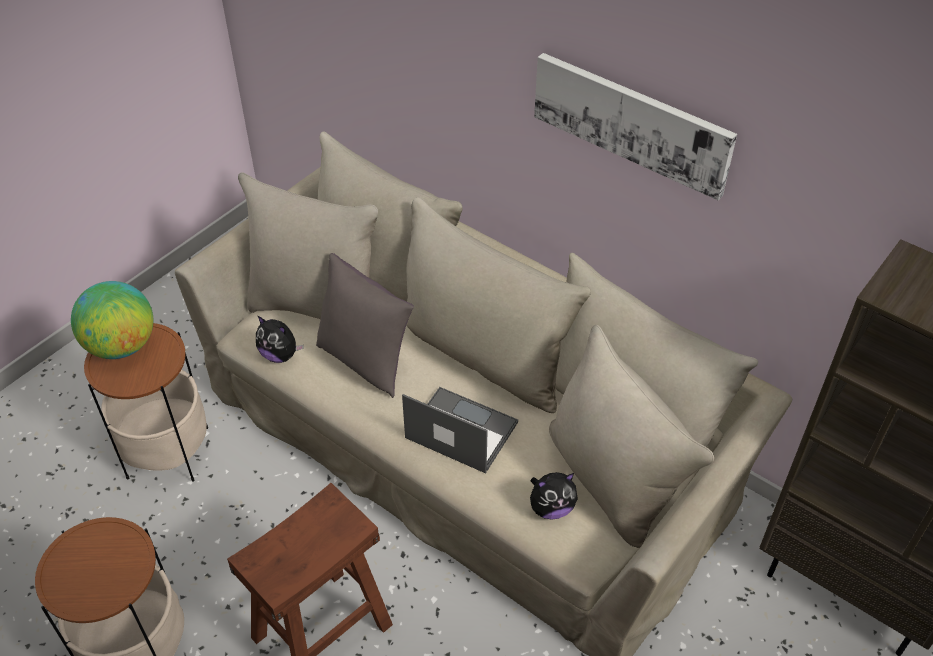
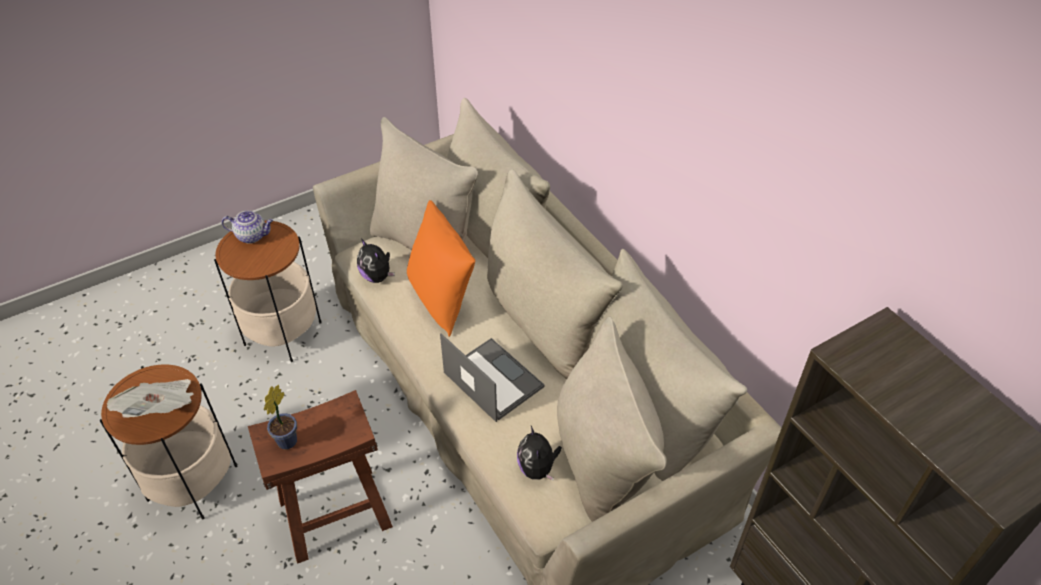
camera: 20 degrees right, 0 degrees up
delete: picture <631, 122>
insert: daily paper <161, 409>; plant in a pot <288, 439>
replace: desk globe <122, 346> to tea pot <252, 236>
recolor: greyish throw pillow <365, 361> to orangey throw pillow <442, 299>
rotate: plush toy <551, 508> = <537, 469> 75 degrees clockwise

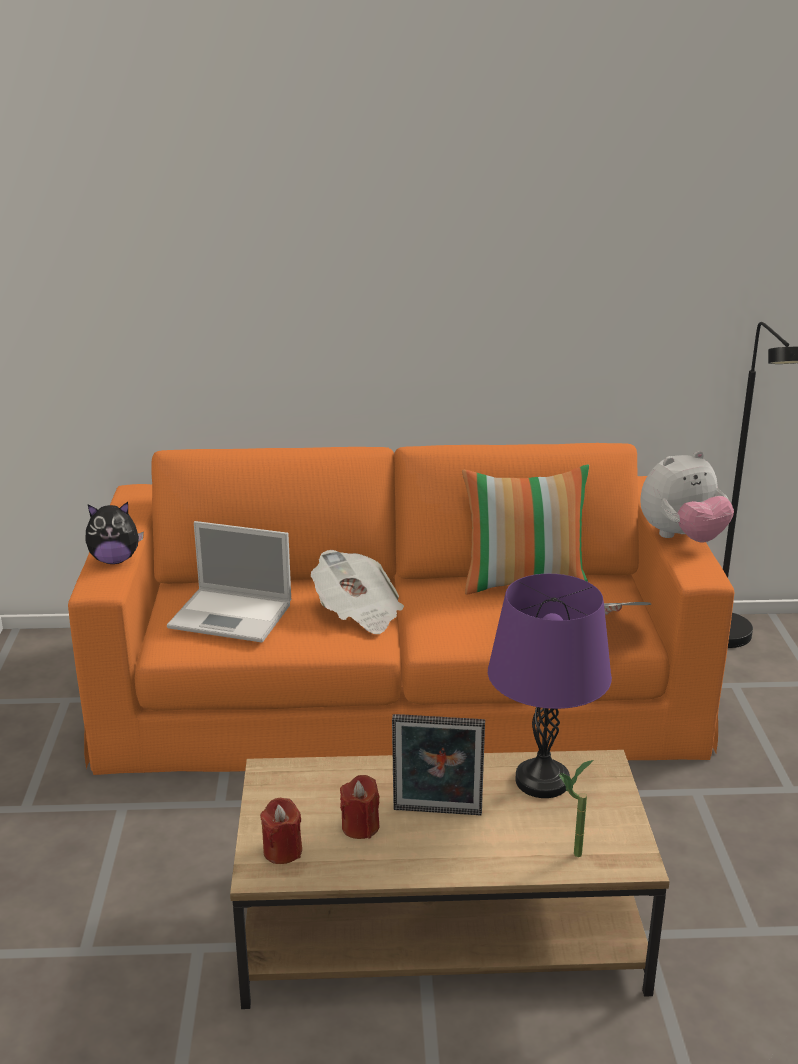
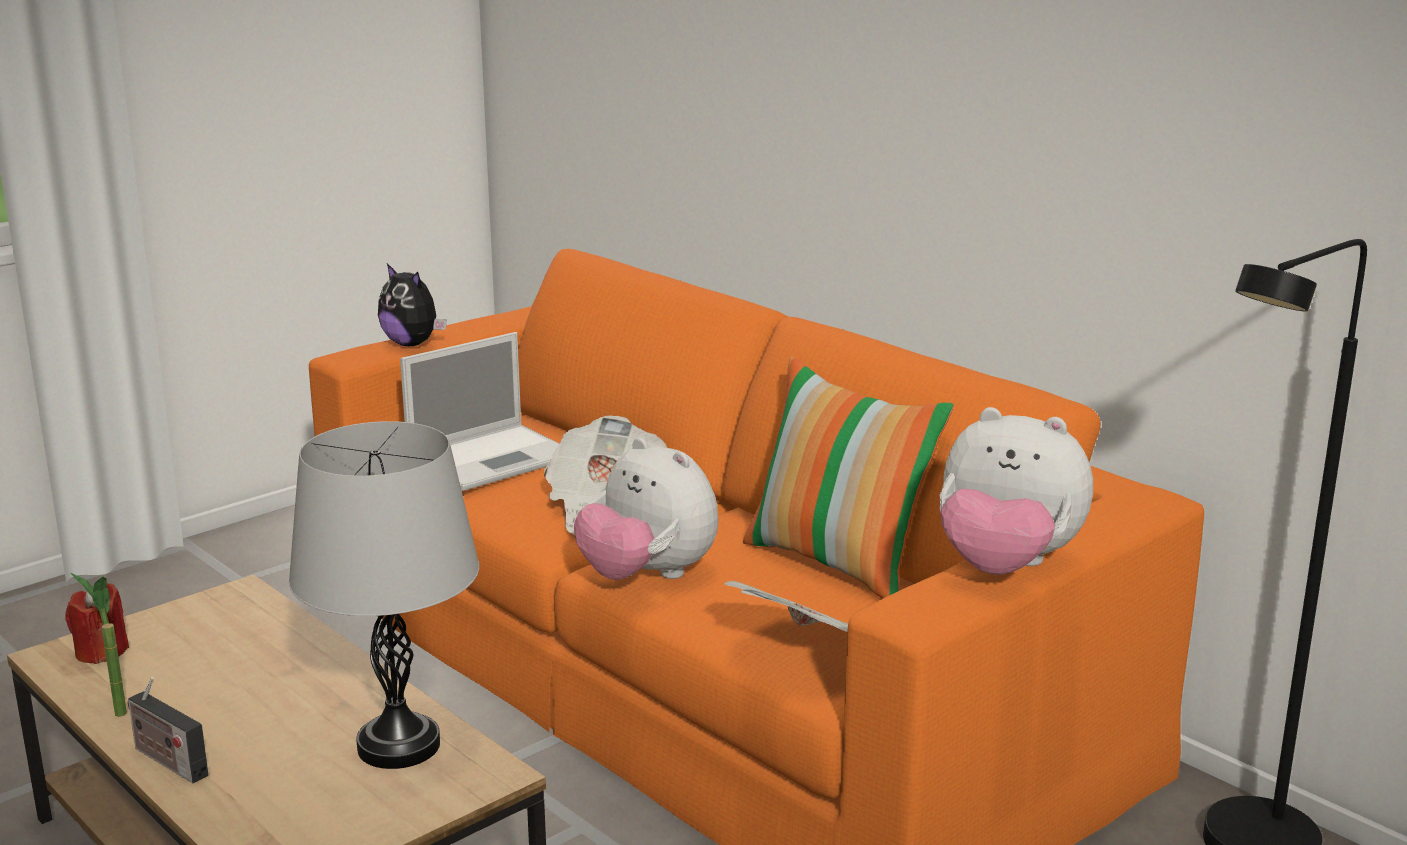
camera: 50 degrees right, 5 degrees down
delete: red-coloured candle <360, 827>; standing frame <437, 814>
insert: radio receiver <166, 761>; plush toy <647, 576>
move: plant in a pot <569, 855> to <114, 710>
recolor: purple-coloured lamp for a table <542, 781> to greyish lamp for a table <398, 746>
rotate: notebook computer <233, 616> = <494, 457> 105 degrees counterclockwise

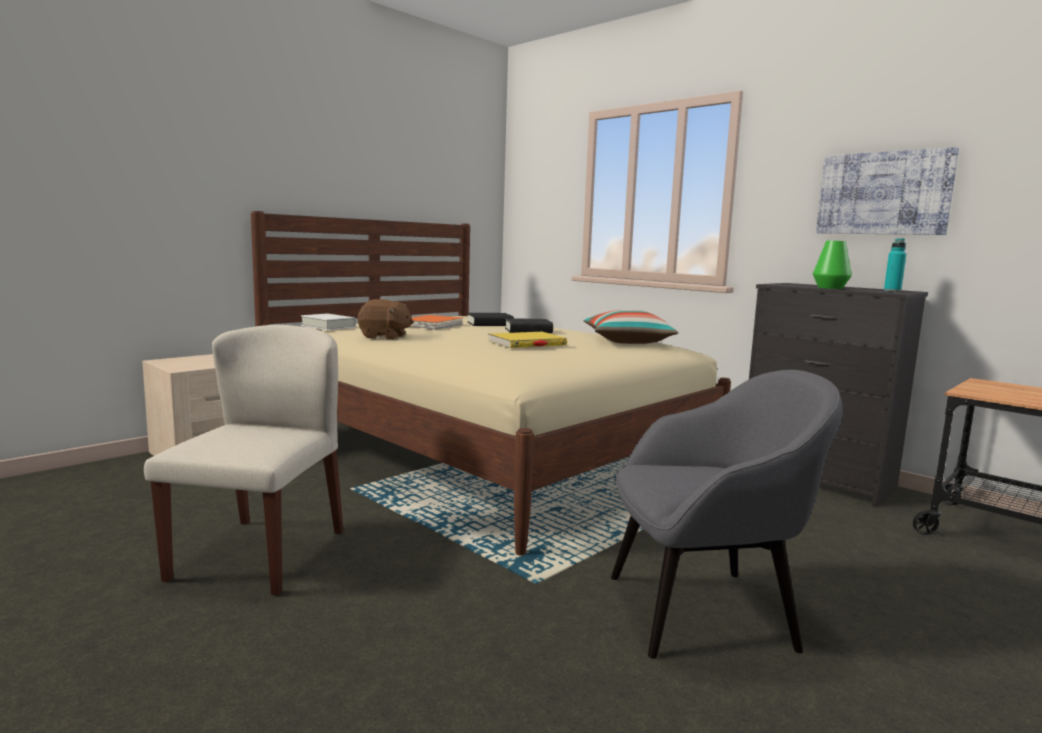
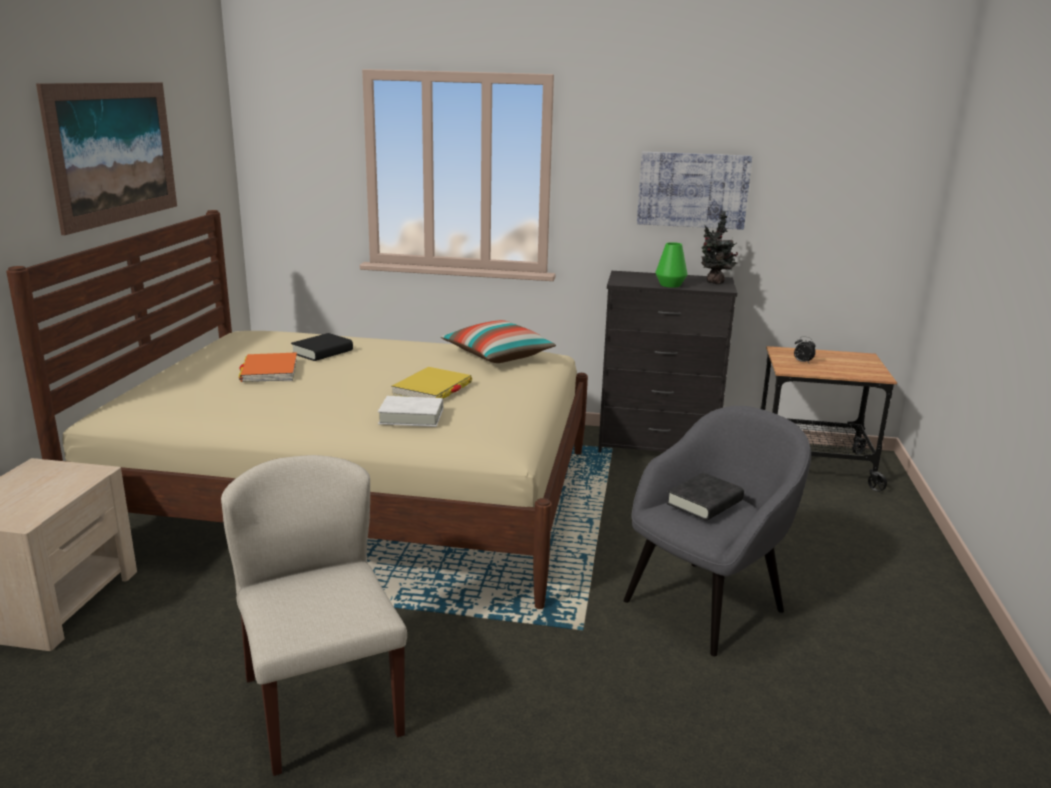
camera: 35 degrees left, 10 degrees up
delete: brownish plush toy <384, 337>
insert: picture <114, 152>; alarm clock <802, 362>
move: white bound book <328, 326> to <411, 417>; black bound book <528, 331> to <704, 503>
replace: blue-green bottle <892, 291> to plant in a pot <714, 283>

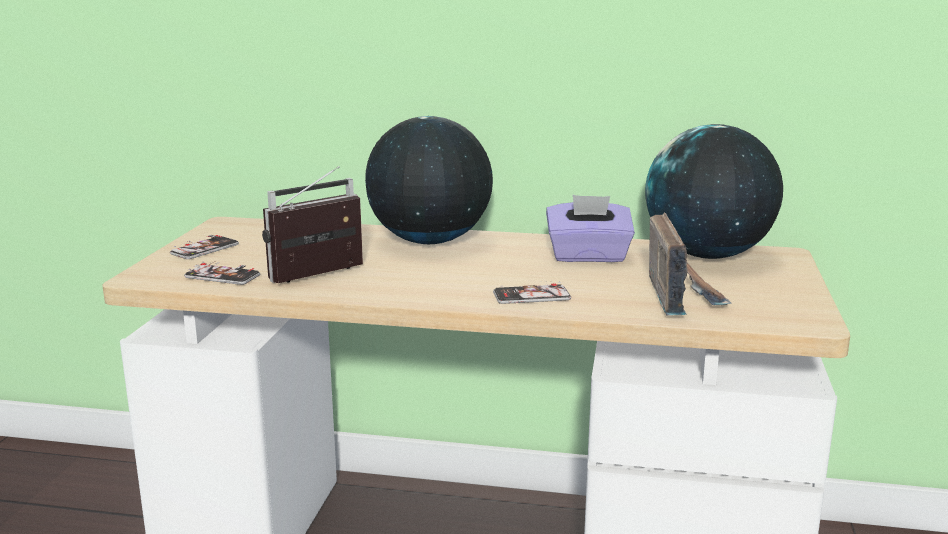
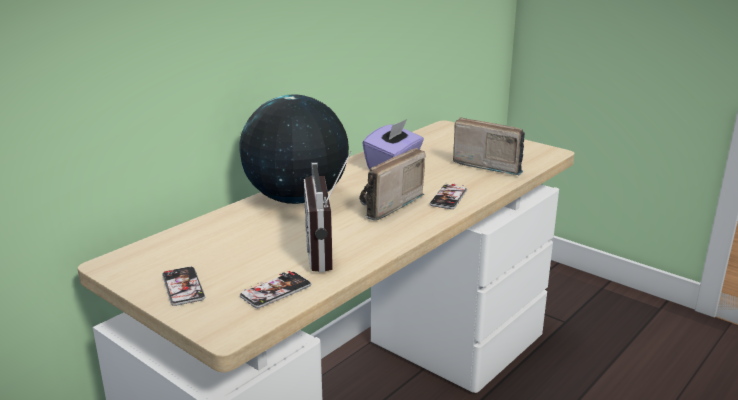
camera: 60 degrees left, 5 degrees up
delete: desk globe <708, 255>
insert: radio receiver <384, 205>

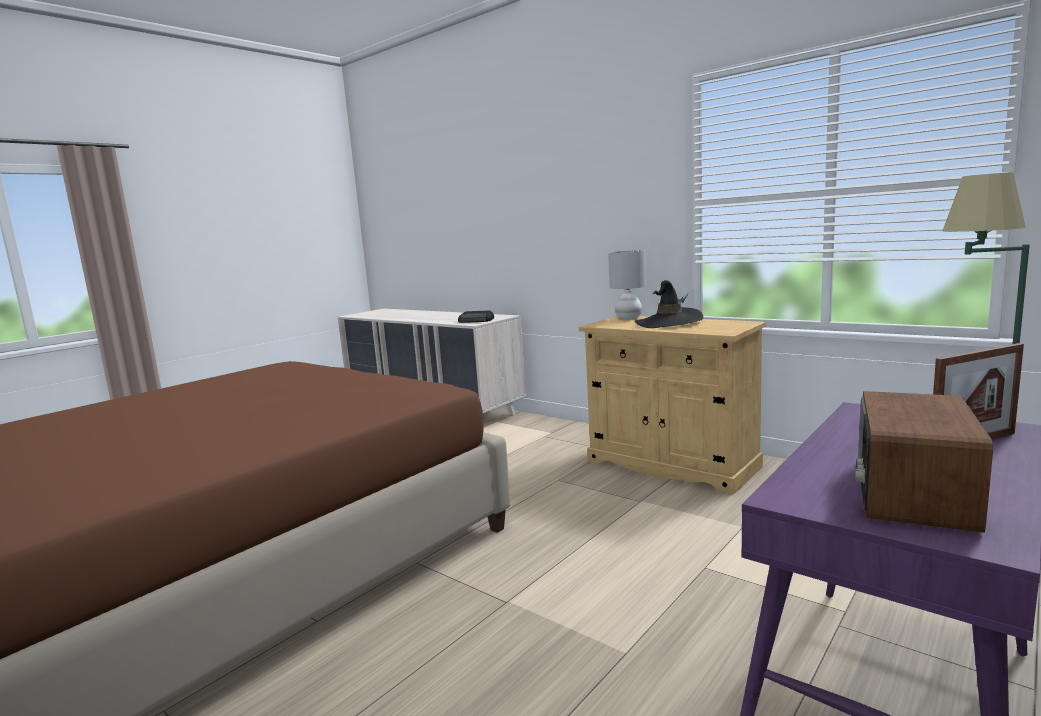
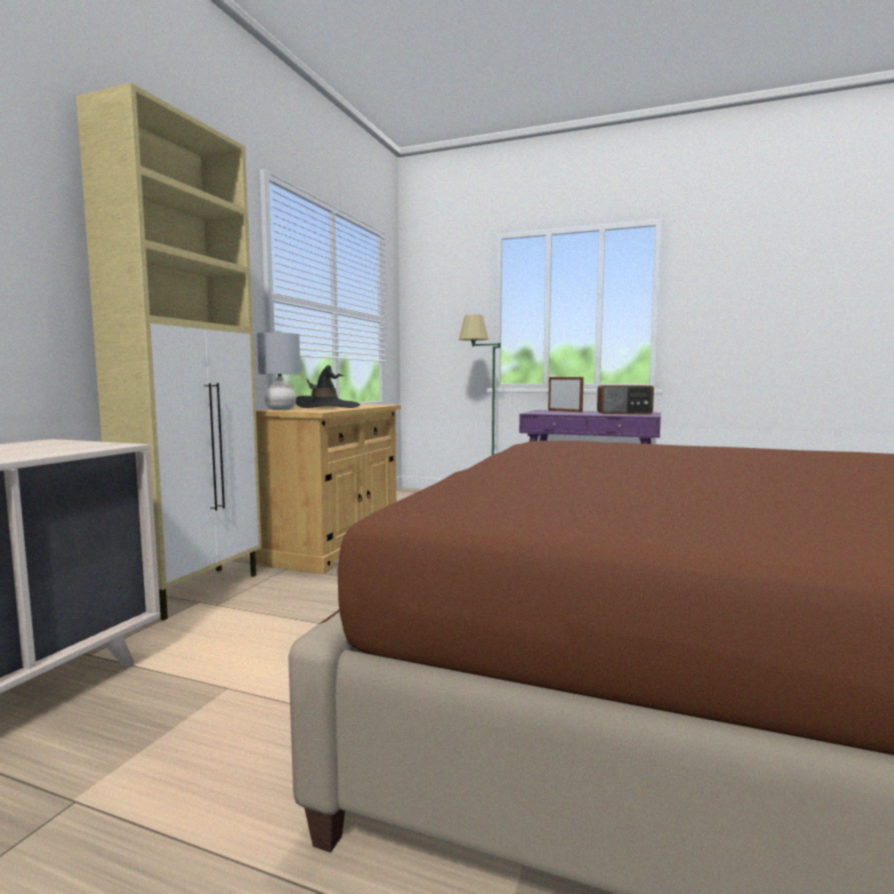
camera: 110 degrees left, 5 degrees down
delete: radio receiver <476, 321>
insert: beige-coloured cabinet <196, 591>

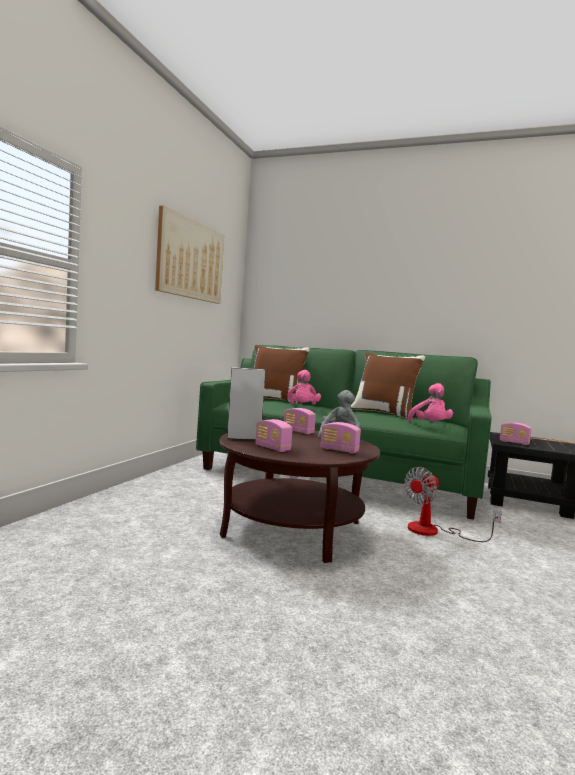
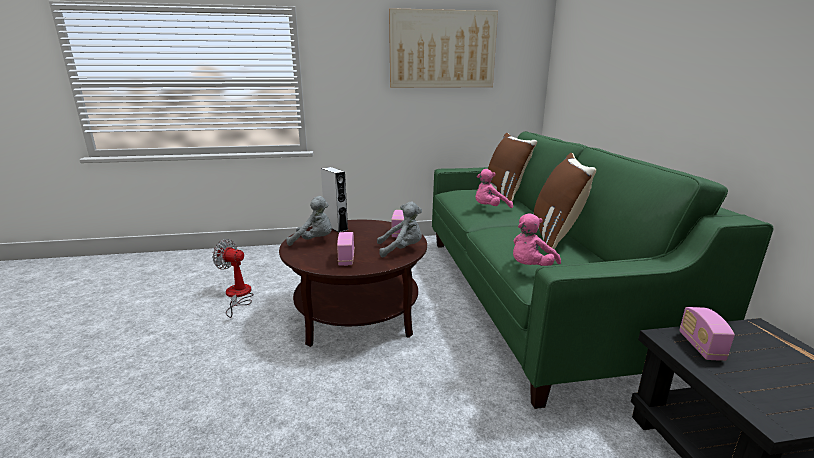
camera: 60 degrees right, 15 degrees up
move: fan <434, 531> to <238, 296>
replace: radio receiver <272, 448> to greyish plush toy <314, 241>

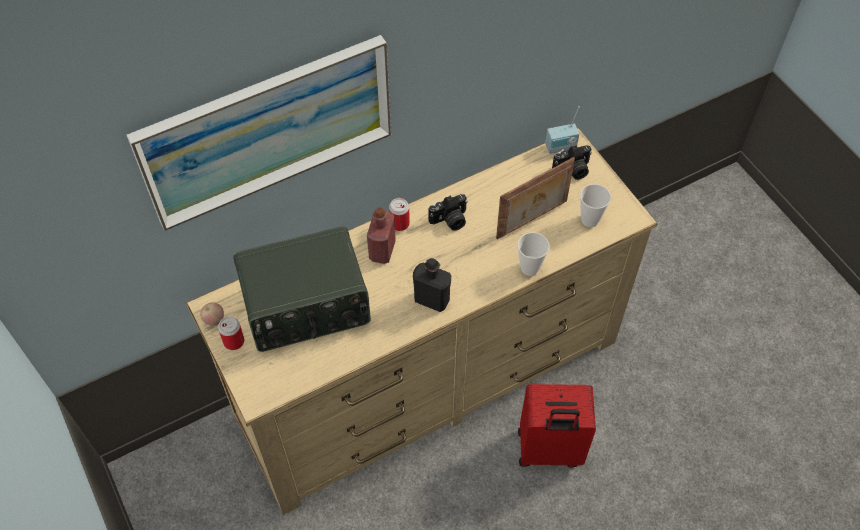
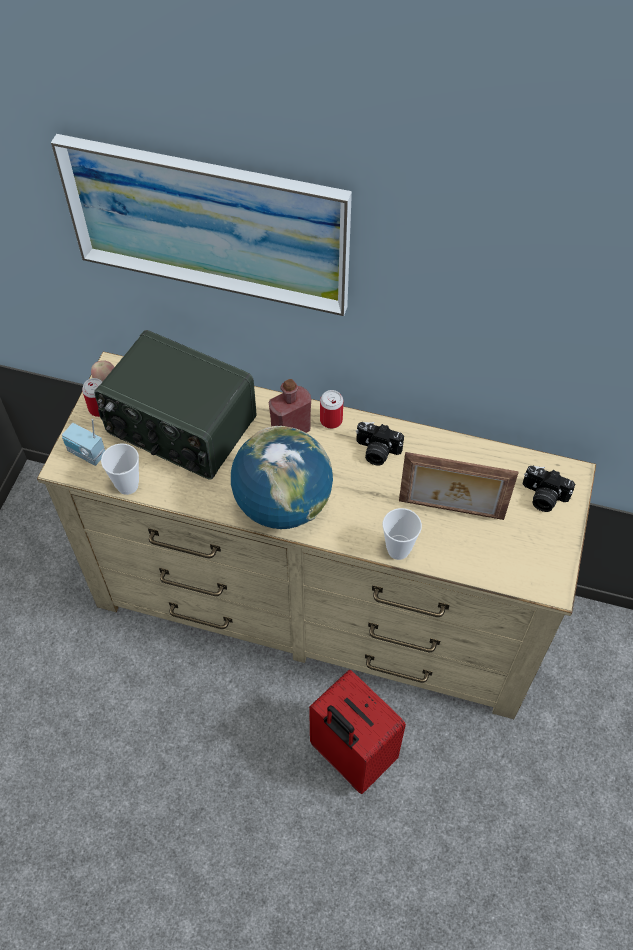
camera: 45 degrees right, 0 degrees up
move: radio receiver <561, 147> to <86, 454>; small cup <590, 220> to <127, 485>
replace: black bottle <432, 300> to desk globe <283, 505>

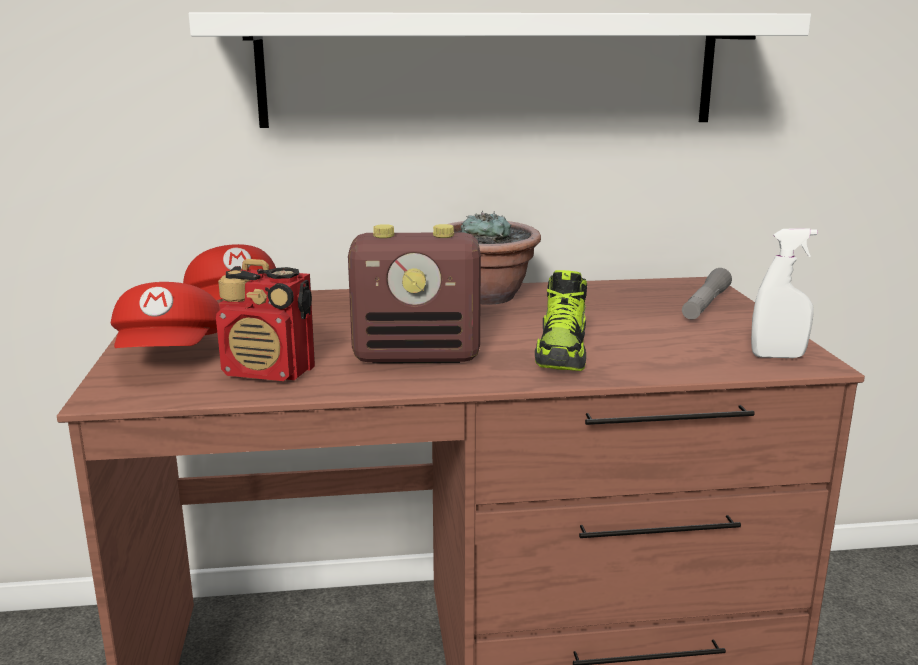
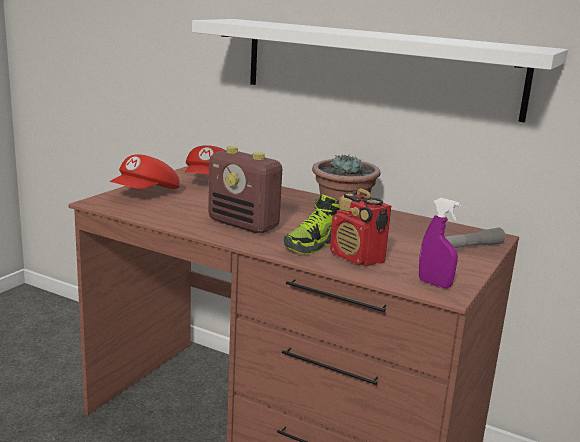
camera: 35 degrees right, 0 degrees up
move: radio receiver <270, 372> to <357, 258>
recolor: white spray bottle <777, 356> to purple-coloured spray bottle <434, 284>

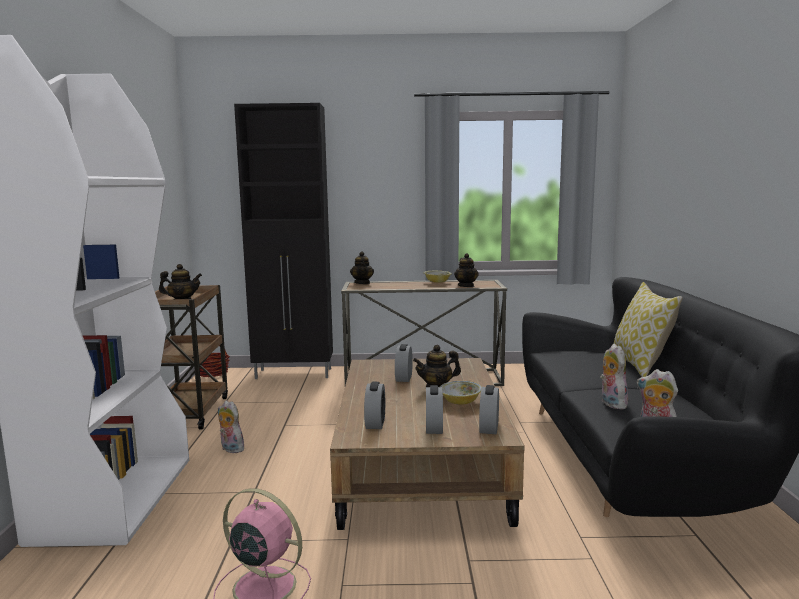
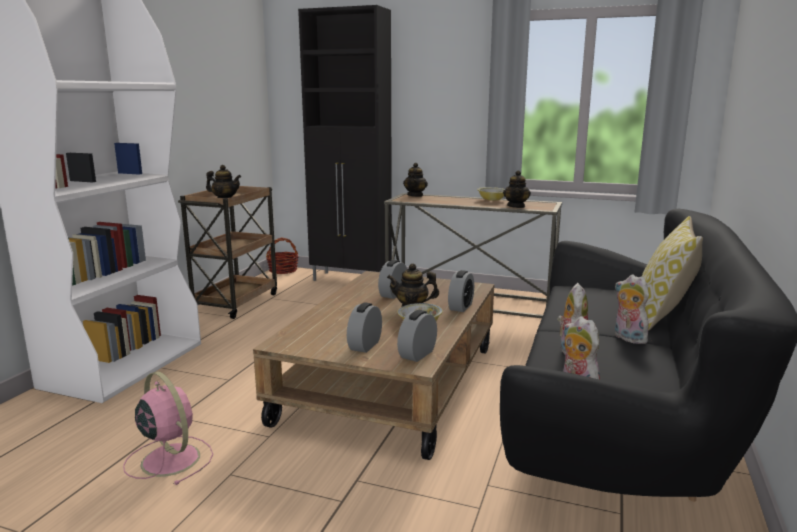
camera: 20 degrees right, 5 degrees up
move: plush toy <230, 449> to <627, 338>; alarm clock <375, 423> to <461, 307>

